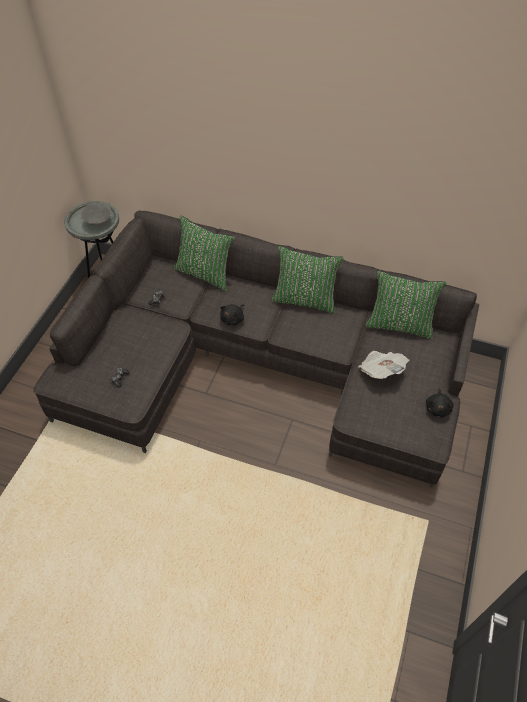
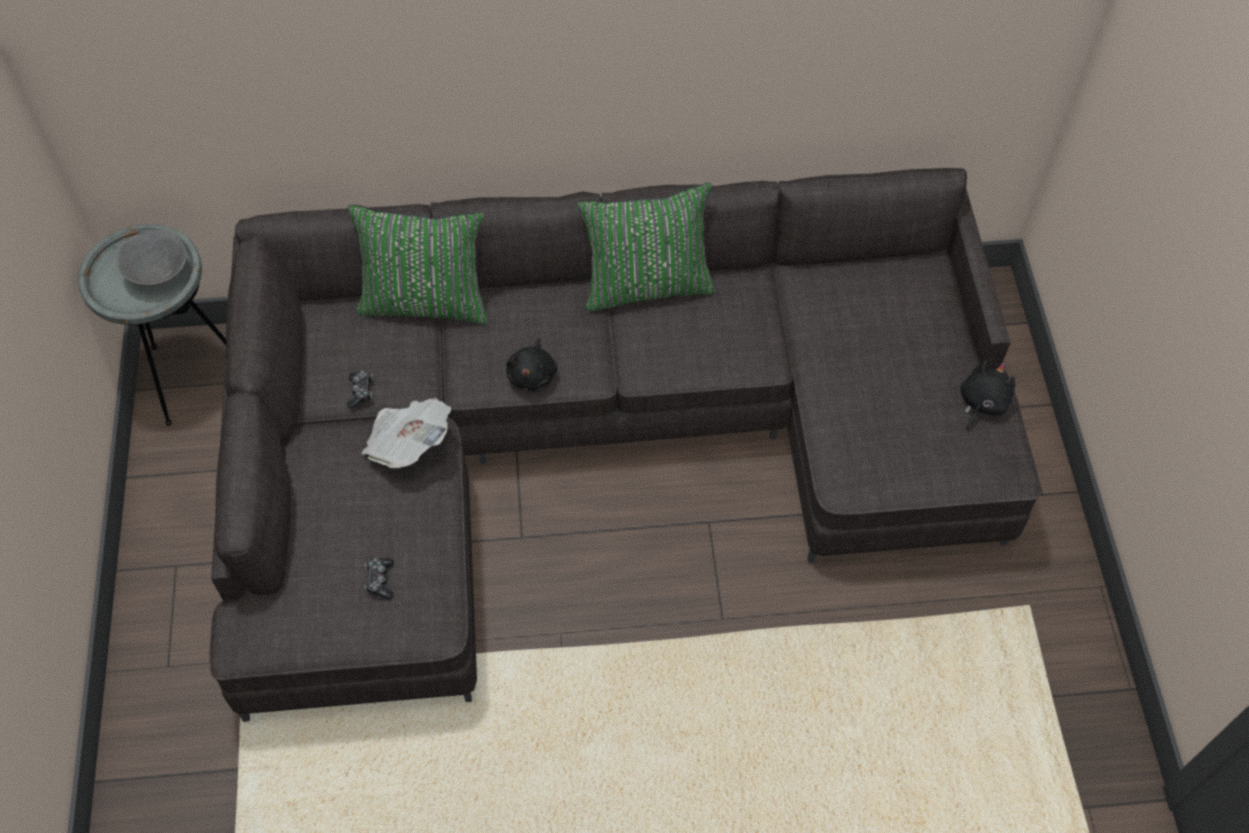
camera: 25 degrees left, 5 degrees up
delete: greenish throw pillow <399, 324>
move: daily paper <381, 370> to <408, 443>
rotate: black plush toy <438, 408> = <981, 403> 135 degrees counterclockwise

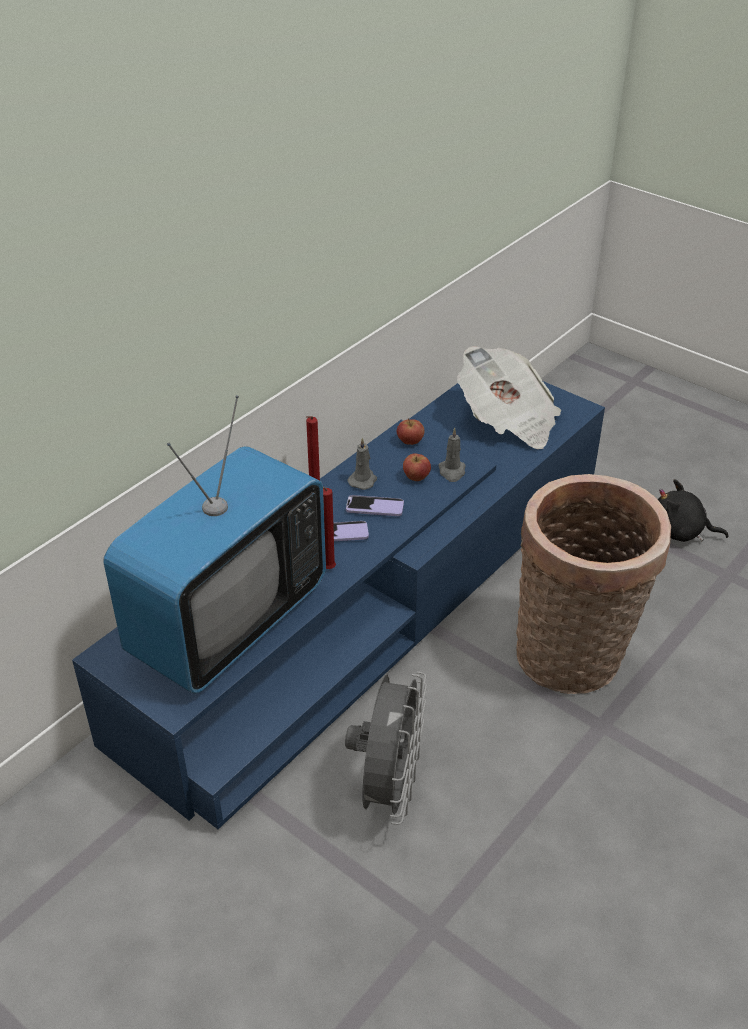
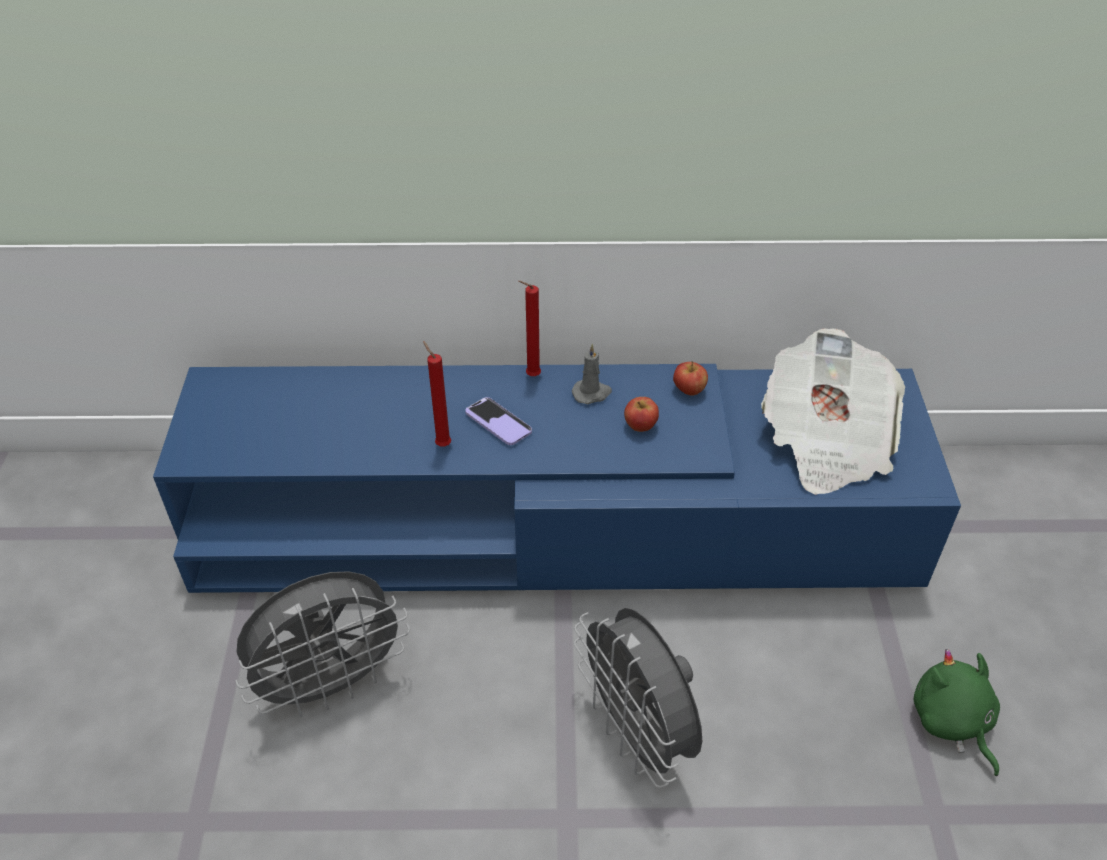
camera: 50 degrees right, 5 degrees up
delete: TV set <228, 622>; phone <374, 507>; greyish candle <452, 472>
replace: basket <574, 659> to greyish fan <637, 735>
recolor: black plush toy <681, 532> to greenish plush toy <952, 721>

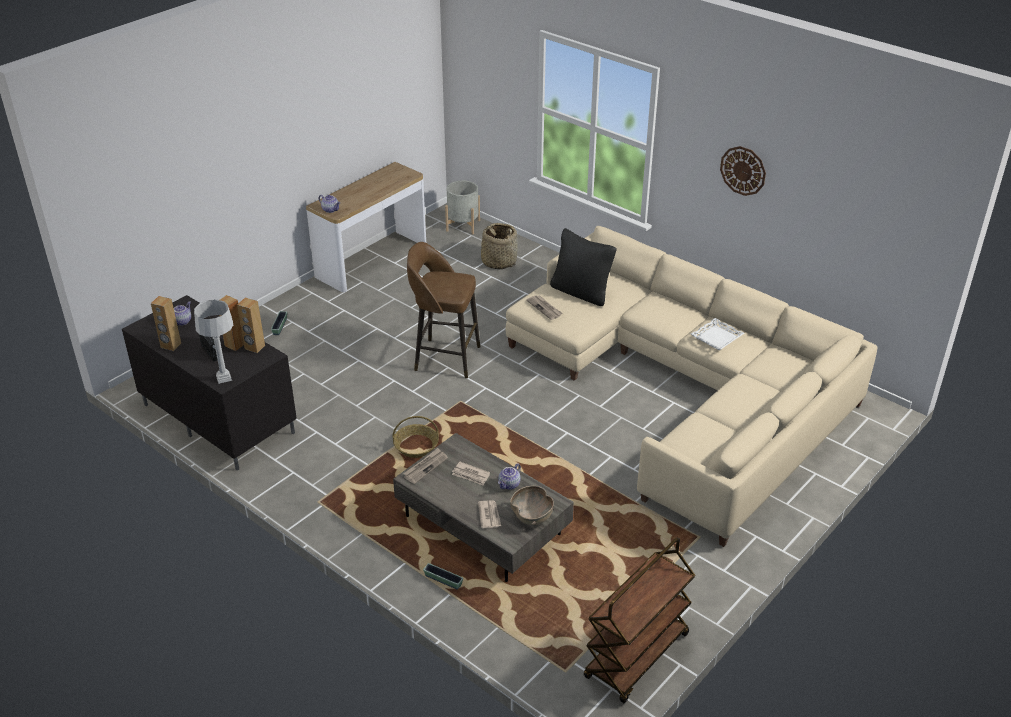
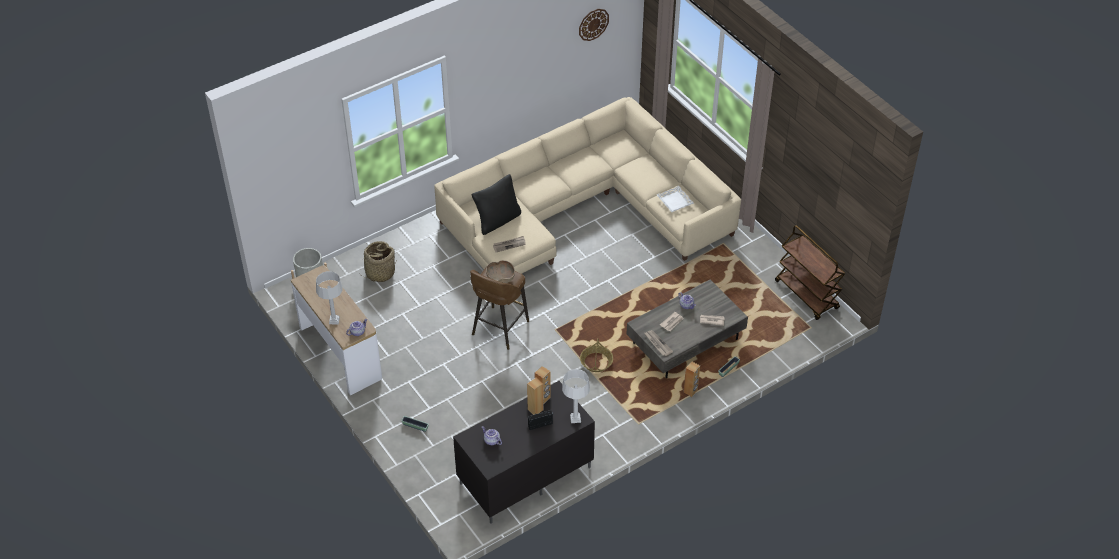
camera: 75 degrees left, 10 degrees up
insert: greyish lamp for a table <334, 320>
move: brownish speaker <170, 345> to <690, 391>; brownish serving bowl <532, 515> to <500, 278>; white tray <716, 337> to <674, 201>; hanging clock <743, 170> to <593, 24>

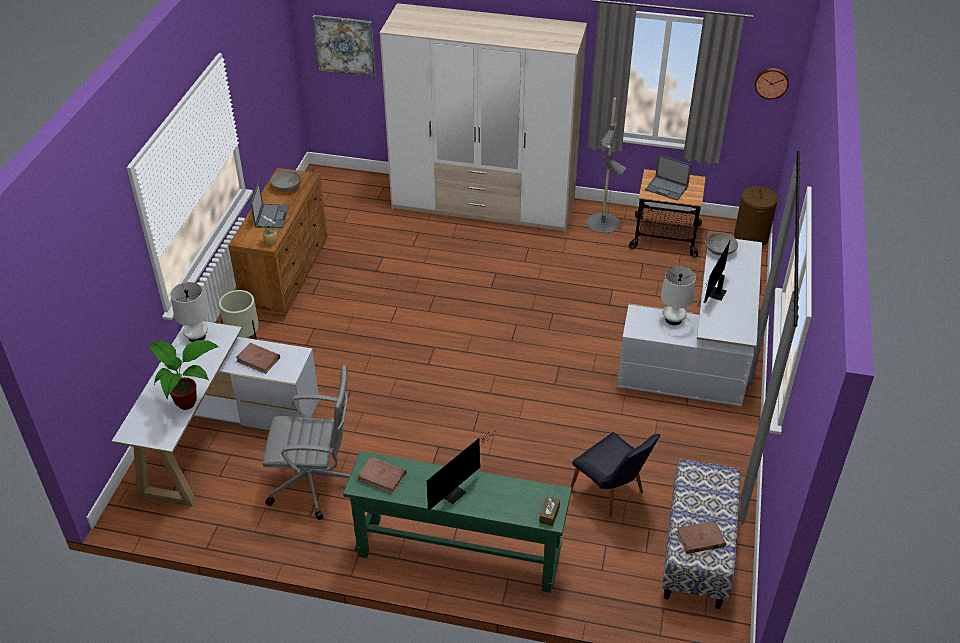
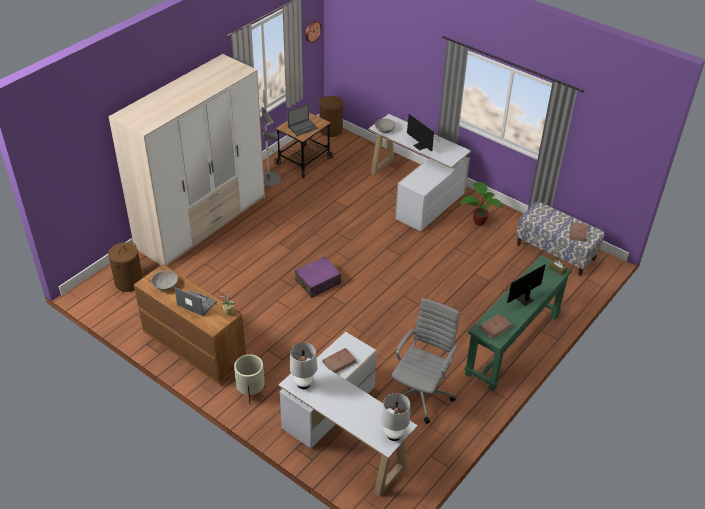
camera: 65 degrees left, 0 degrees up
delete: picture <344, 45>; black upright chair <612, 493>
insert: brownish washing basket <129, 282>; purple-coloured piece of luggage <318, 282>
move: plant in a pot <189, 401> to <478, 221>; white lamp for a table <673, 319> to <394, 435>
rotate: computer screen <455, 491> = <522, 300> 105 degrees counterclockwise

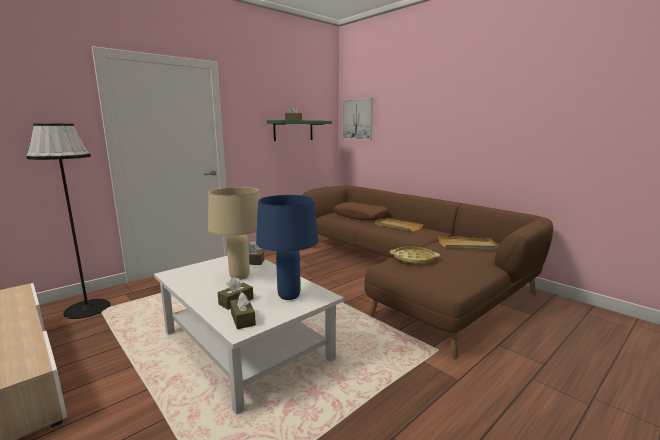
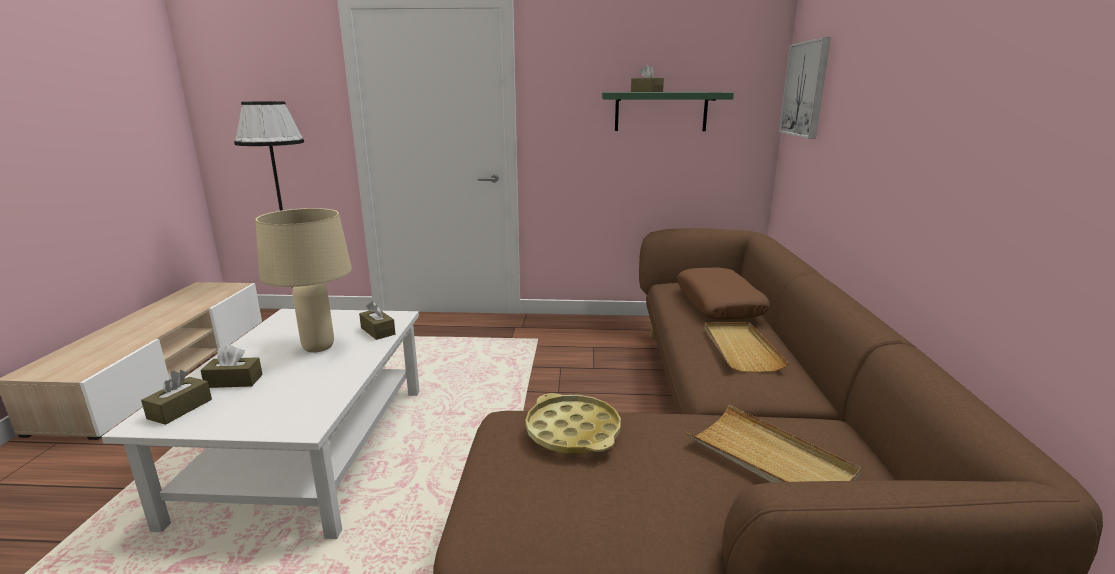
camera: 45 degrees right, 5 degrees up
delete: blue lamp for a table <289, 296>

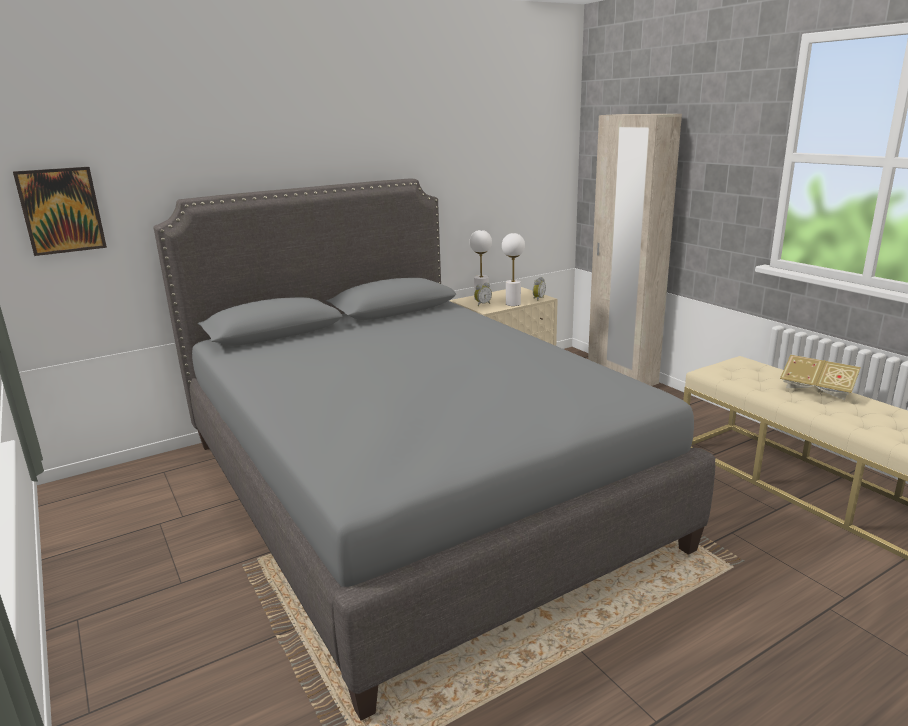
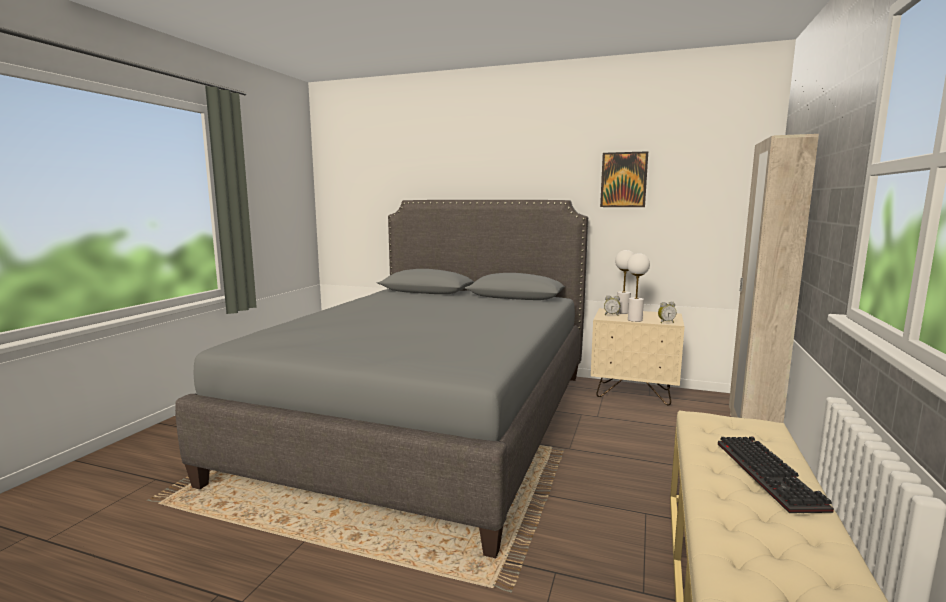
camera: 50 degrees right, 10 degrees down
move: picture <61, 210> to <623, 180>
replace: bound book <817, 390> to PC keyboard <772, 476>

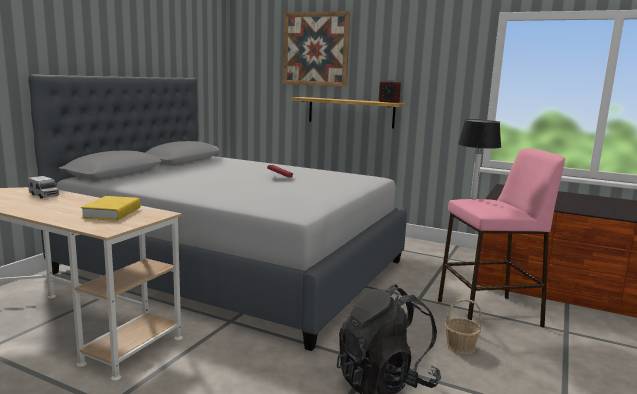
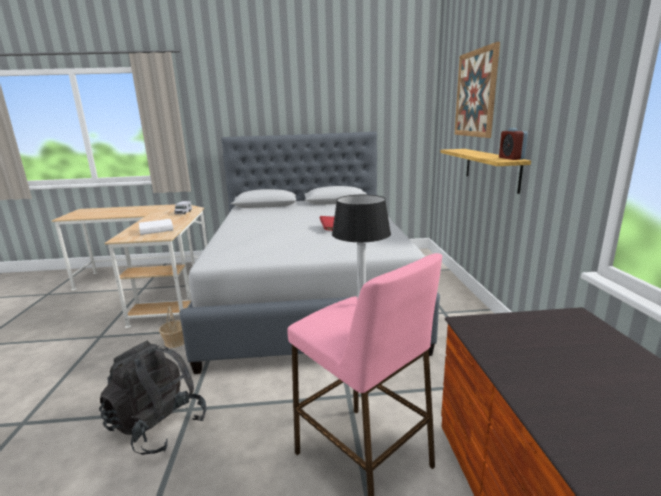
camera: 60 degrees right, 5 degrees up
move: basket <460, 346> to <176, 342>
recolor: yellowish bound book <112, 213> to white bound book <156, 230>

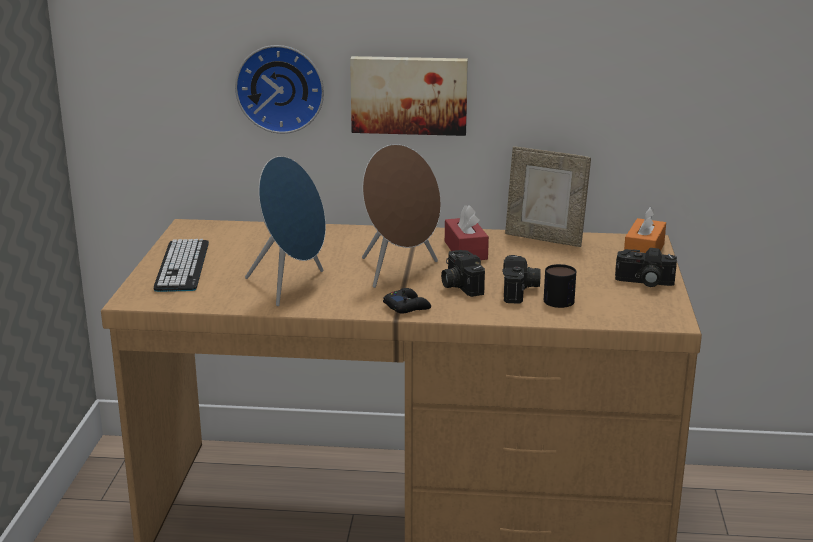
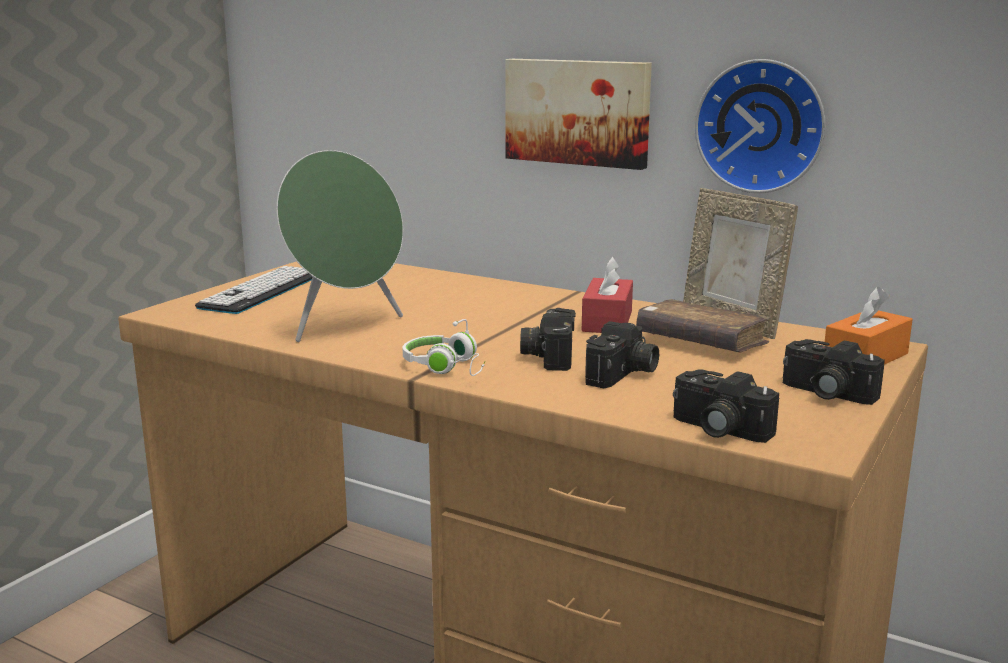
camera: 25 degrees right, 5 degrees down
delete: brownish speaker <399, 271>; mug <560, 298>
insert: brownish bound book <701, 342>; photo camera <717, 429>
move: hanging clock <280, 88> to <761, 126>
replace: black joypad <407, 307> to white headphones <447, 367>
recolor: blue speaker <291, 286> to greenish speaker <344, 326>

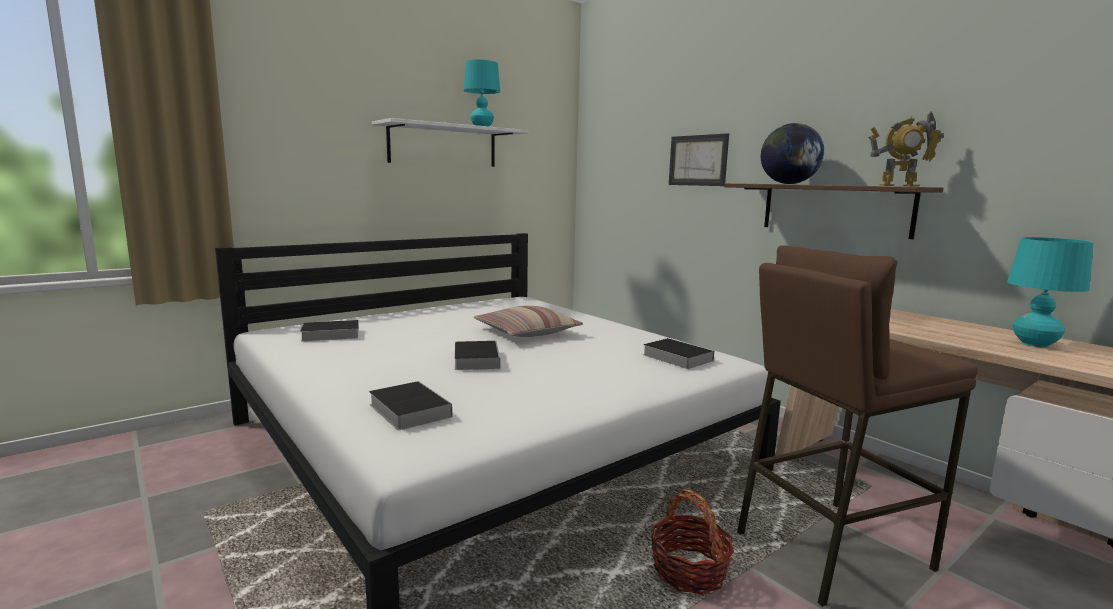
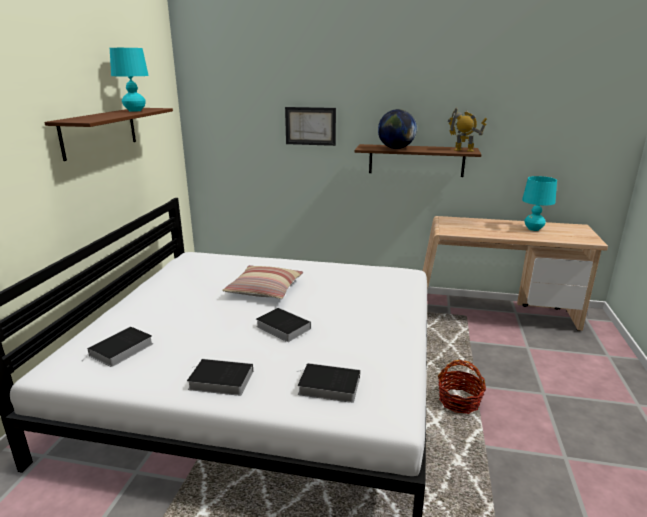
camera: 40 degrees left, 10 degrees up
delete: brownish stool seat <830, 549>
move: bound book <675, 357> to <219, 380>
recolor: white bracket shelf <443, 146> to brownish bracket shelf <99, 132>
rotate: toy robot <899, 186> = <463, 150> 120 degrees counterclockwise

